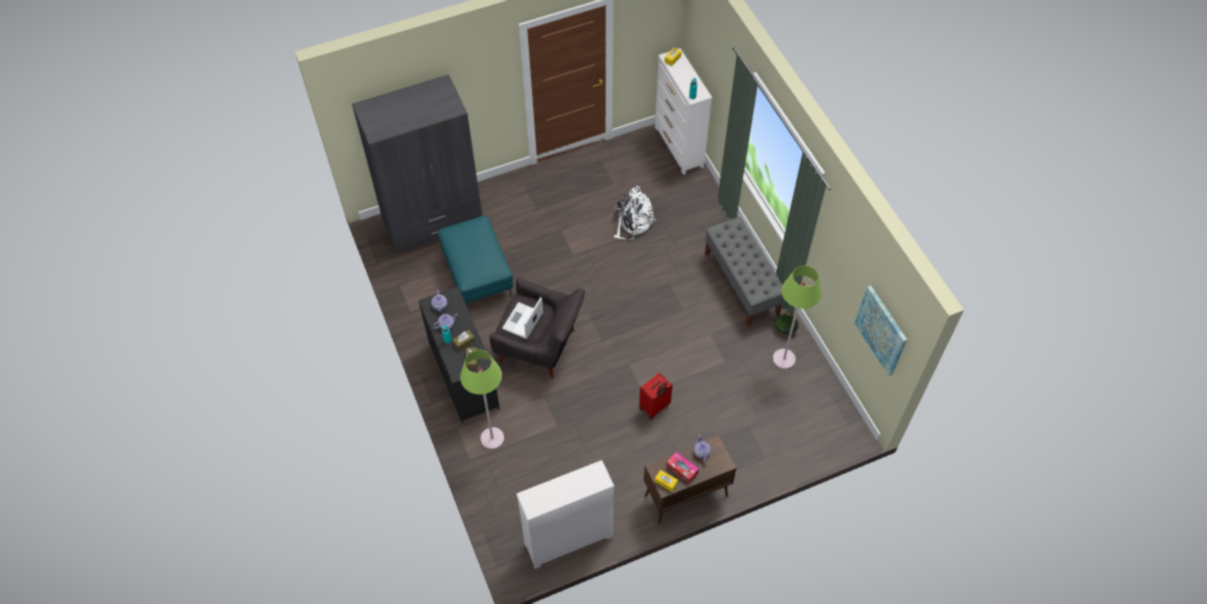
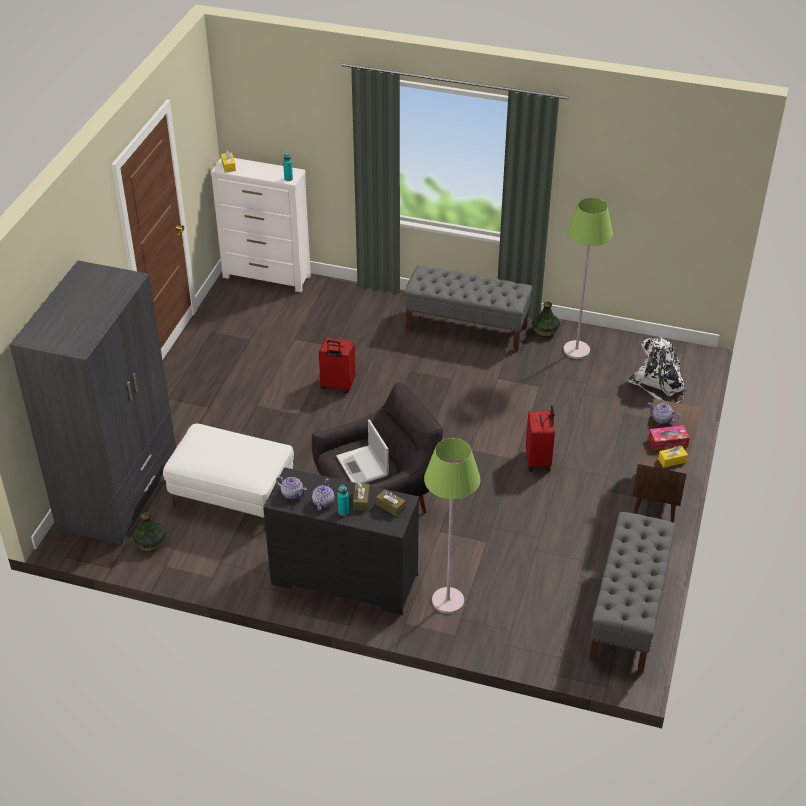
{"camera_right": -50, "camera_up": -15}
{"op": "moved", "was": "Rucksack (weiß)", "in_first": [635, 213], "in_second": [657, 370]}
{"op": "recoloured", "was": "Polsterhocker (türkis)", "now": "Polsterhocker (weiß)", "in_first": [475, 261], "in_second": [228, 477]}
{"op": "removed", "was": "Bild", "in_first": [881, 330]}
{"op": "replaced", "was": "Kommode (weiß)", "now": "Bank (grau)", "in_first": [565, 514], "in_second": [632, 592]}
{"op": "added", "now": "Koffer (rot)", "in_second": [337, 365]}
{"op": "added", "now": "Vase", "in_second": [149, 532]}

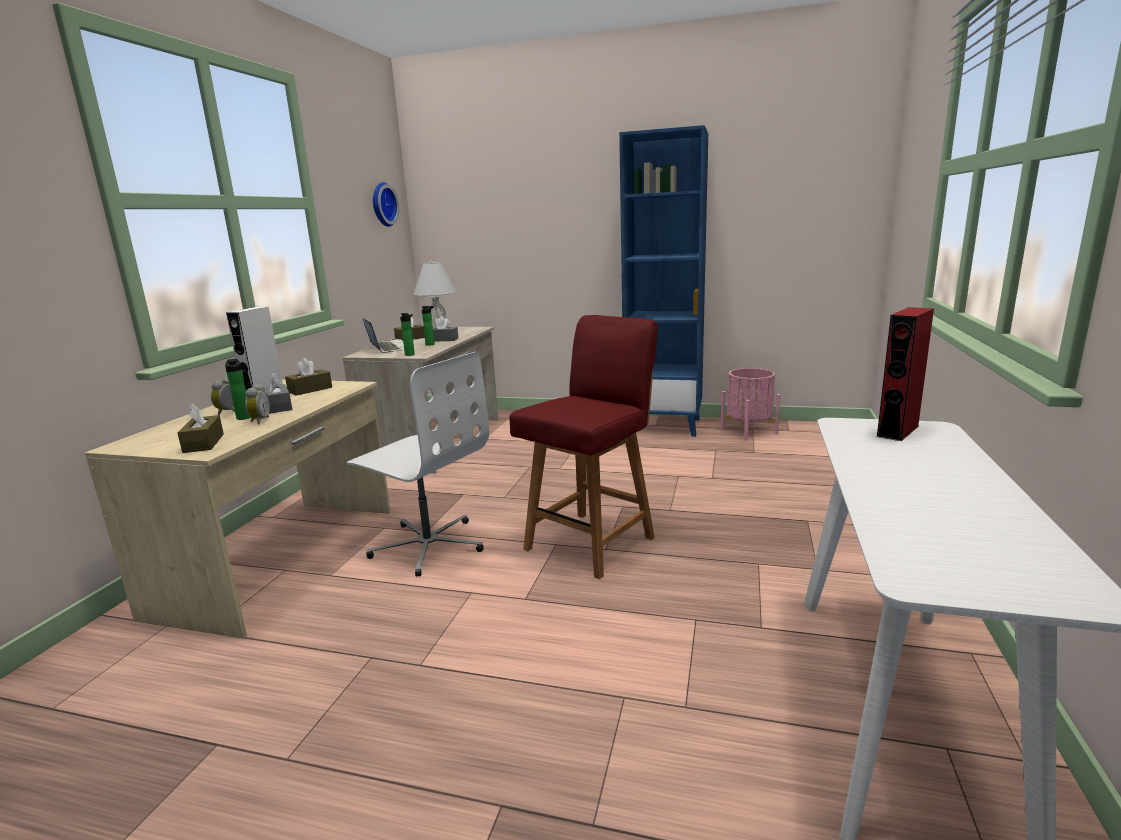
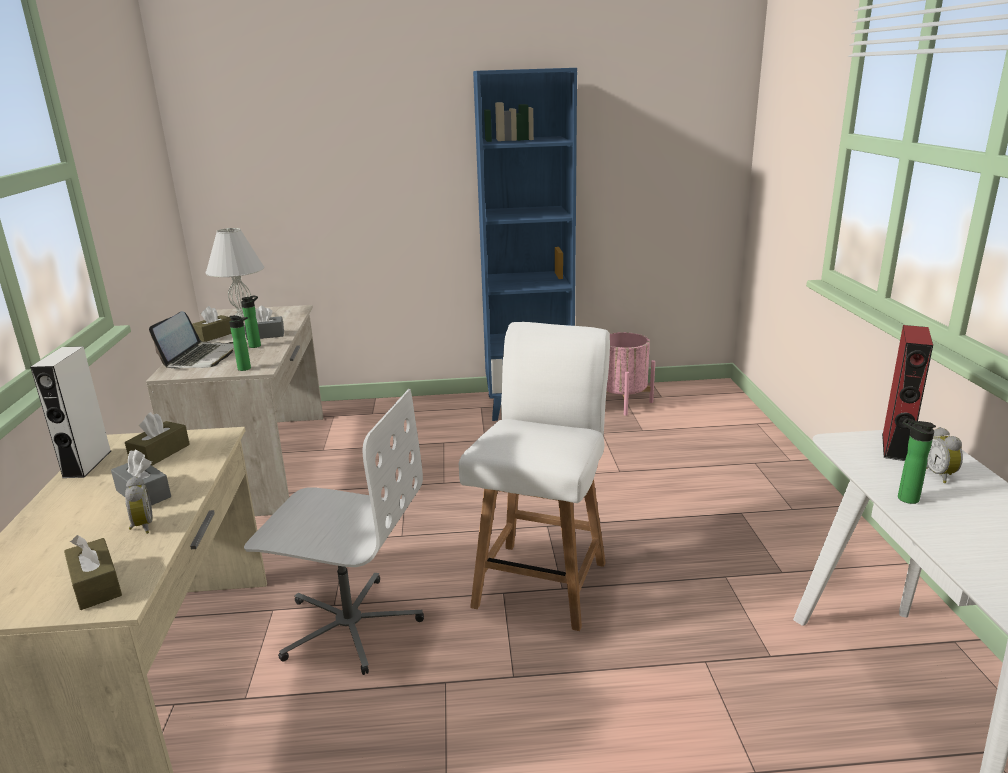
{"camera_right": -20, "camera_up": 5}
{"op": "removed", "was": "Wanduhr", "in_first": [386, 204]}
{"op": "recoloured", "was": "Stuhl (rot)", "now": "Stuhl (weiß)", "in_first": [583, 447], "in_second": [534, 476]}
{"op": "turned", "was": "Laptop", "in_first": [383, 335], "in_second": [191, 339], "clockwise": 60}
{"op": "moved", "was": "Flasche", "in_first": [237, 389], "in_second": [917, 461]}
{"op": "moved", "was": "Wecker", "in_first": [223, 396], "in_second": [944, 455]}

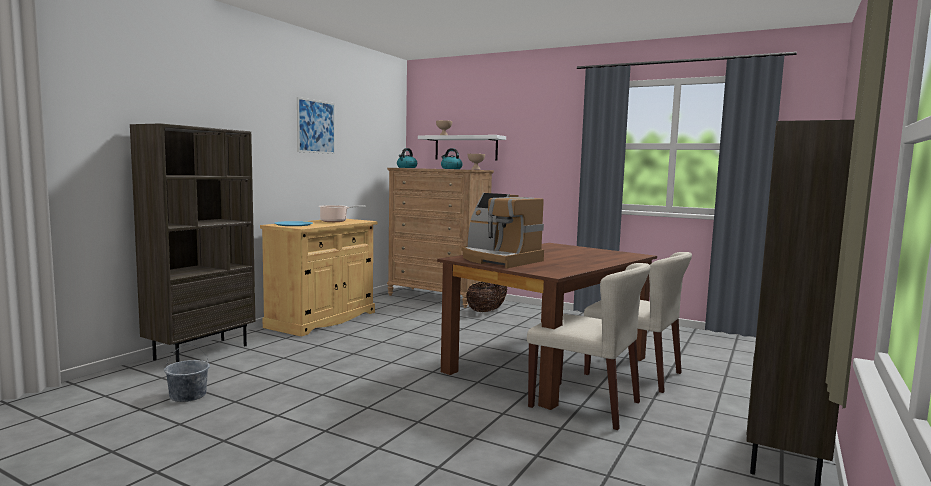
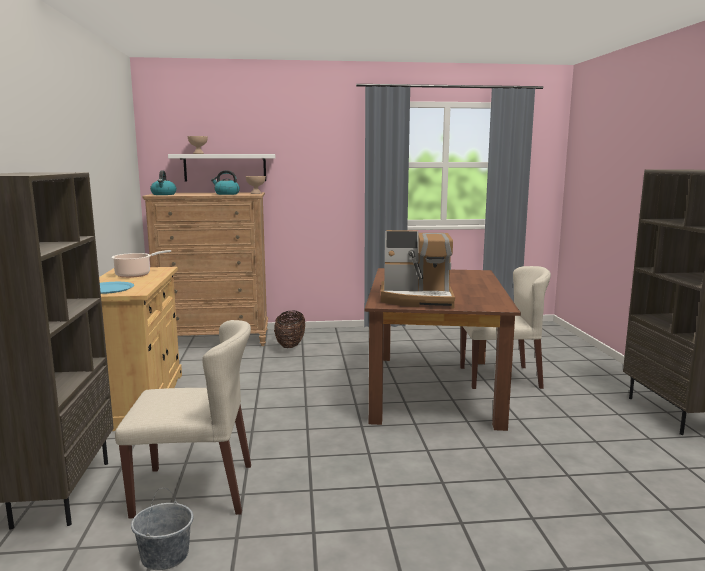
{"camera_right": -35, "camera_up": 5}
{"op": "removed", "was": "Bild", "in_first": [316, 125]}
{"op": "moved", "was": "Stuhl (beige)", "in_first": [589, 346], "in_second": [183, 419]}

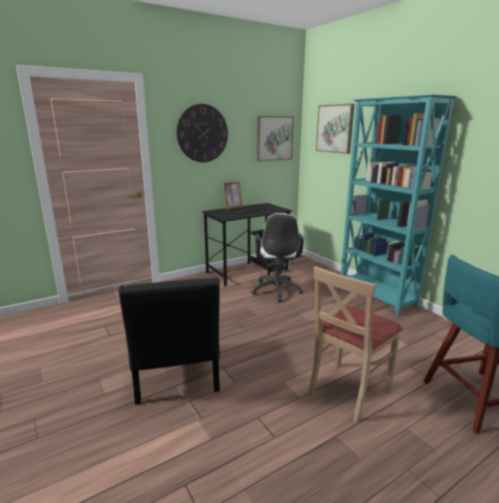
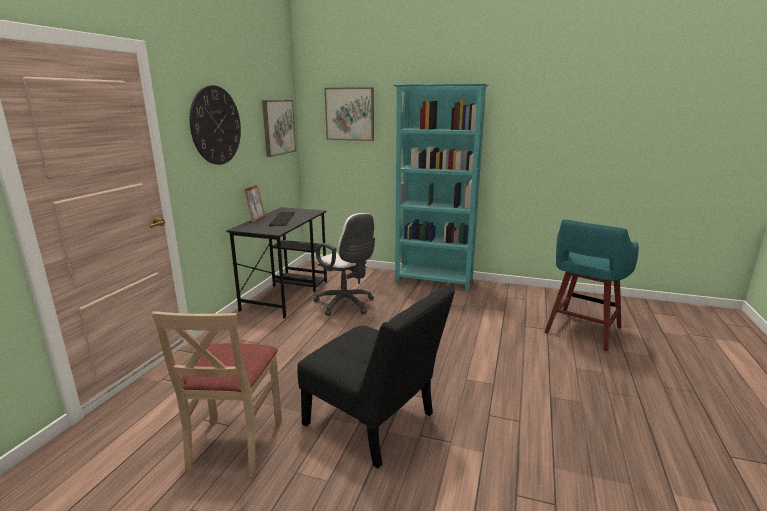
{"camera_right": -40, "camera_up": 0}
{"op": "moved", "was": "Stuhl (beige)", "in_first": [355, 344], "in_second": [217, 394]}

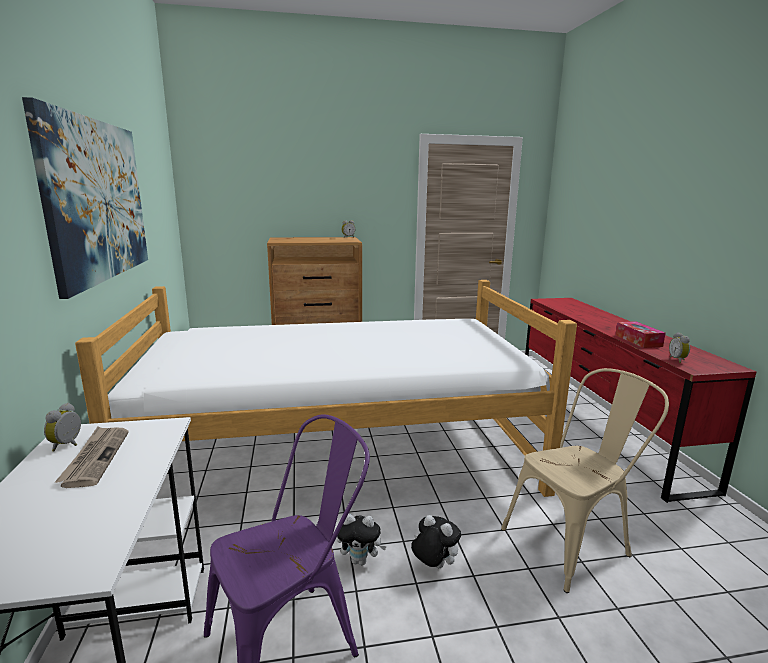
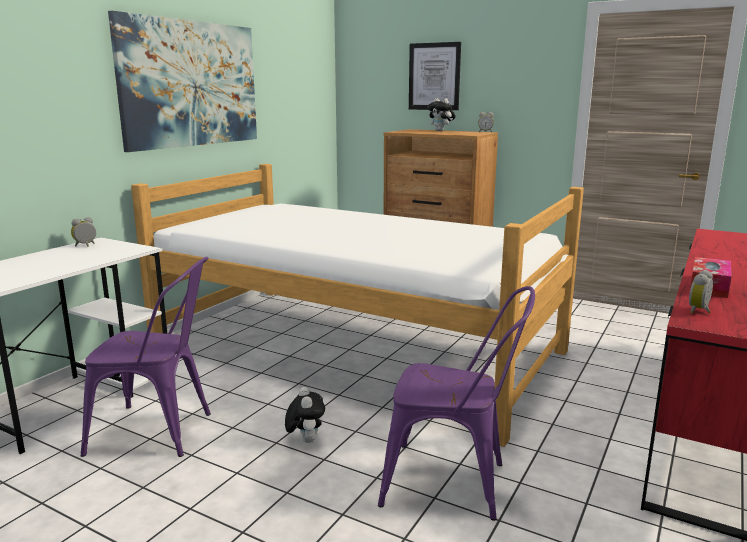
{"camera_right": 40, "camera_up": 0}
{"op": "recoloured", "was": "Stuhl (beige)", "now": "Stuhl (lila)", "in_first": [585, 480], "in_second": [456, 403]}
{"op": "removed", "was": "Zeitung", "in_first": [92, 457]}
{"op": "moved", "was": "Plüschtier", "in_first": [362, 539], "in_second": [441, 114]}
{"op": "added", "now": "Bild", "in_second": [435, 76]}

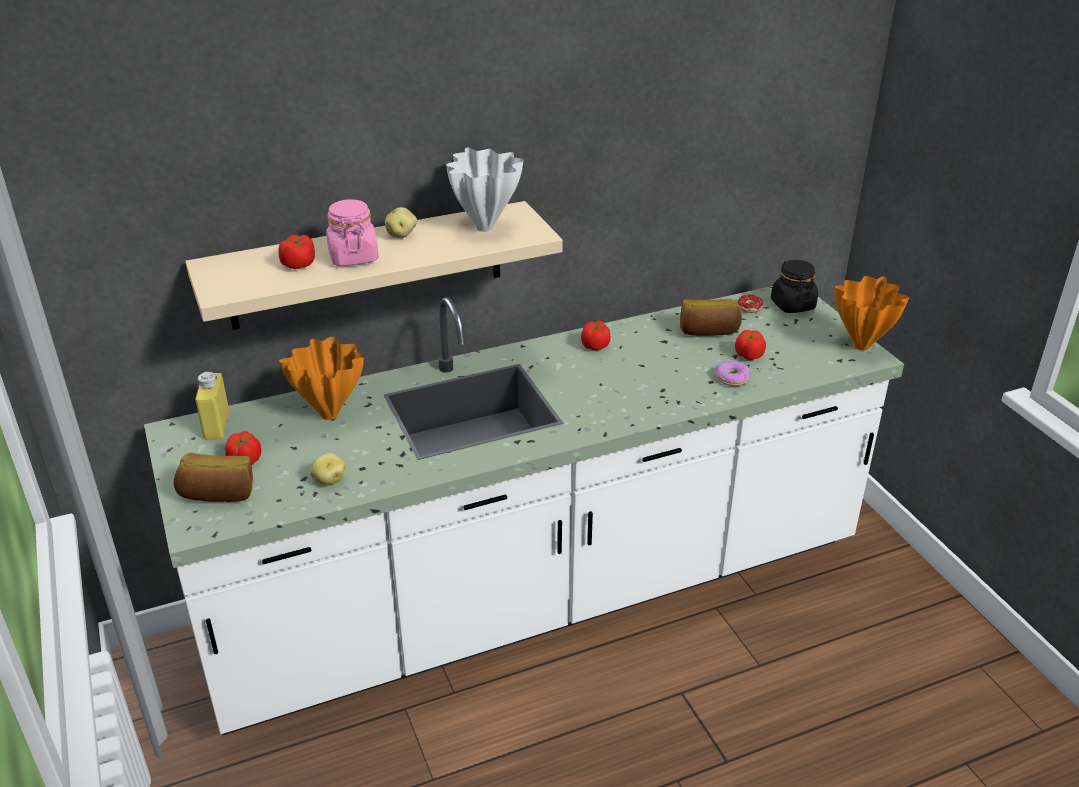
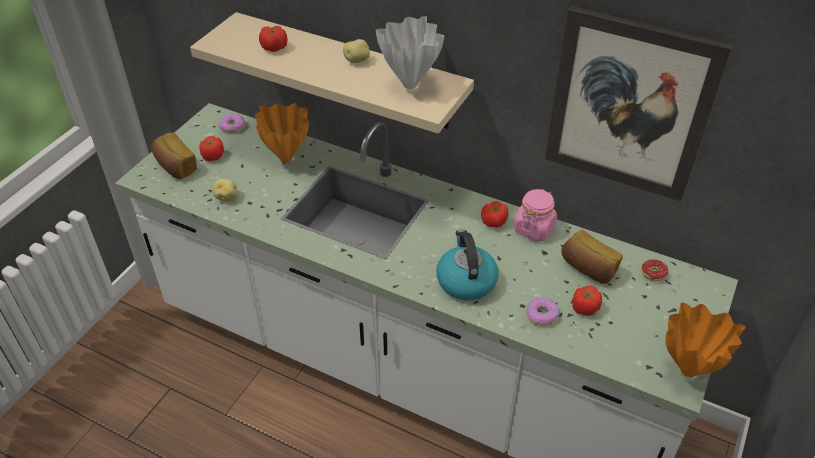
{"camera_right": 50, "camera_up": 10}
{"op": "moved", "was": "Vorratsglas (rosa)", "in_first": [352, 232], "in_second": [535, 215]}
{"op": "removed", "was": "Vorratsglas (schwarz)", "in_first": [794, 286]}
{"op": "replaced", "was": "Flasche (gelb)", "now": "Donut", "in_first": [212, 406], "in_second": [231, 123]}
{"op": "added", "now": "Bild", "in_second": [639, 103]}
{"op": "added", "now": "Wasserkessel", "in_second": [467, 265]}

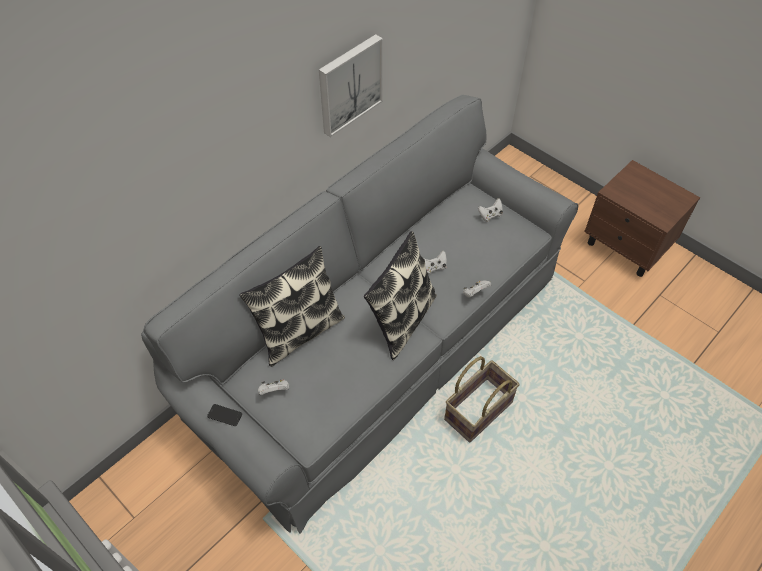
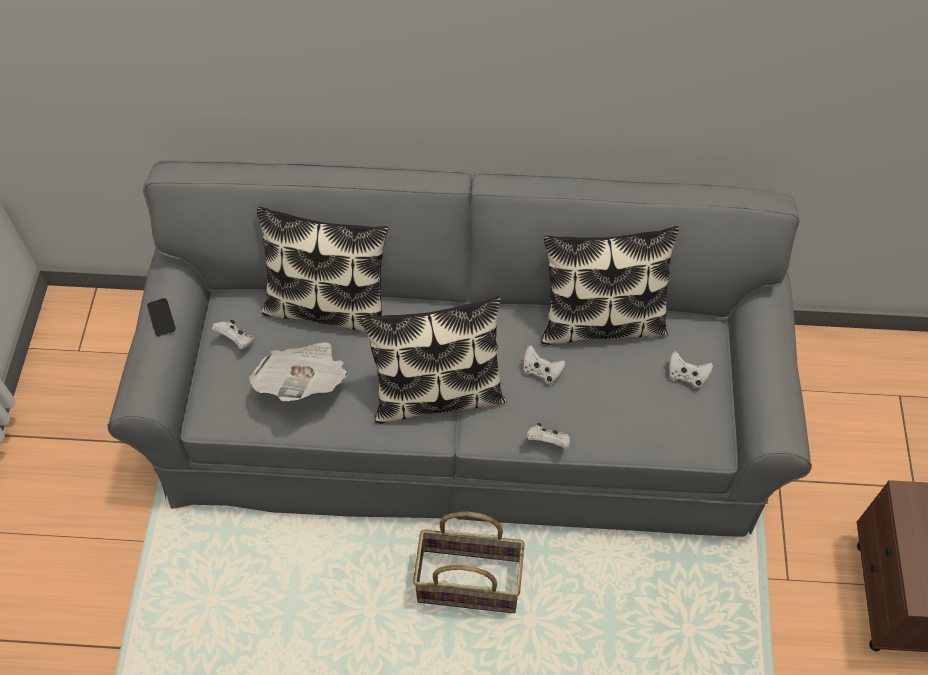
{"camera_right": 50, "camera_up": 5}
{"op": "removed", "was": "Bild", "in_first": [351, 85]}
{"op": "added", "now": "Kissen", "in_second": [610, 286]}
{"op": "added", "now": "Zeitung", "in_second": [298, 371]}

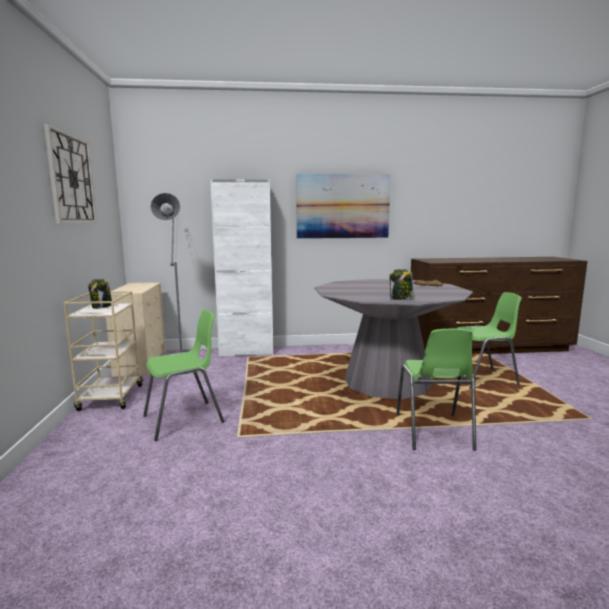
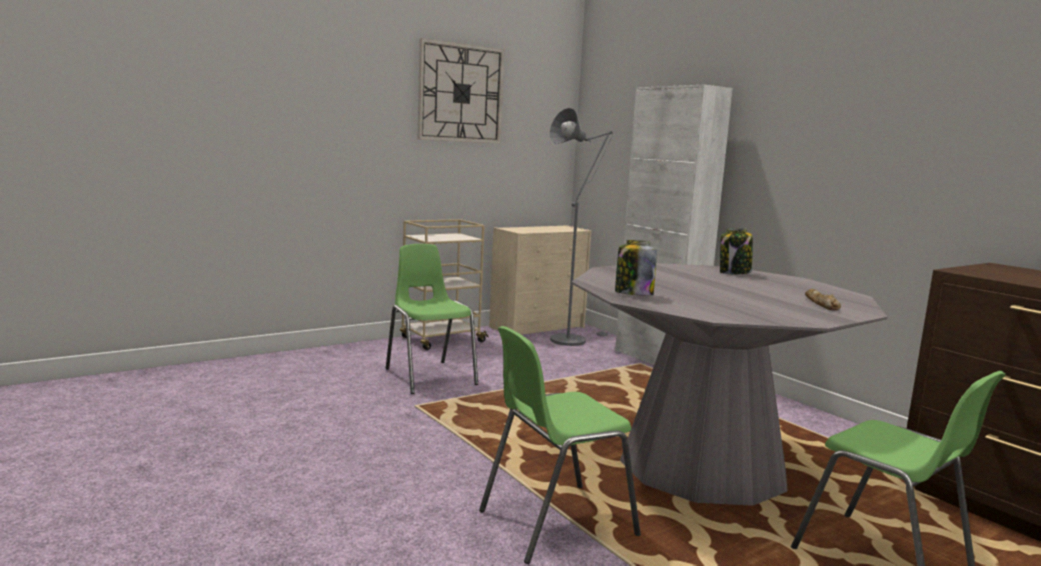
{"camera_right": 60, "camera_up": 0}
{"op": "removed", "was": "Bild", "in_first": [343, 206]}
{"op": "moved", "was": "Vorratsglas", "in_first": [100, 294], "in_second": [736, 251]}
{"op": "turned", "was": "Stuhl (grün)", "in_first": [184, 375], "in_second": [432, 319], "clockwise": -150}

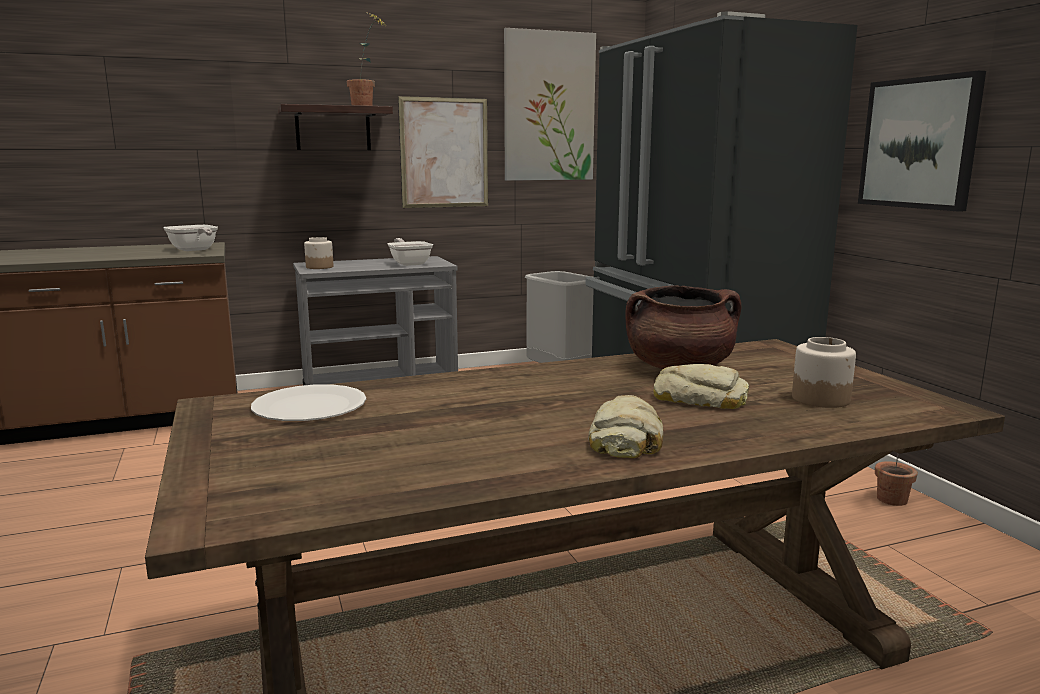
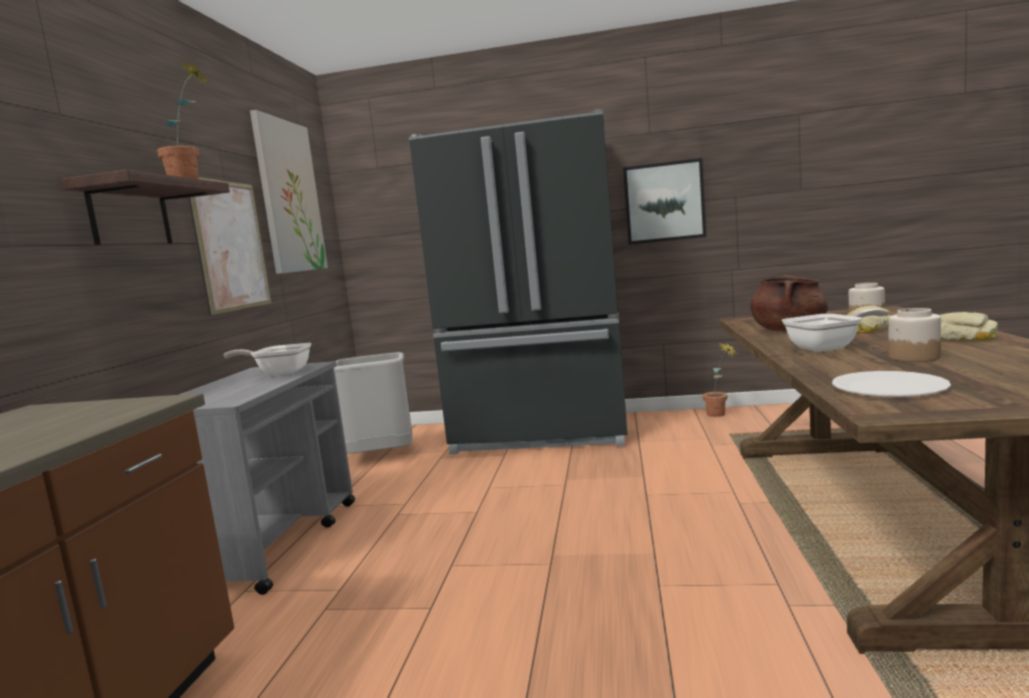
{"camera_right": -60, "camera_up": -5}
{"op": "moved", "was": "Pfanne", "in_first": [190, 238], "in_second": [834, 330]}
{"op": "moved", "was": "Vorratsglas", "in_first": [319, 253], "in_second": [914, 335]}

